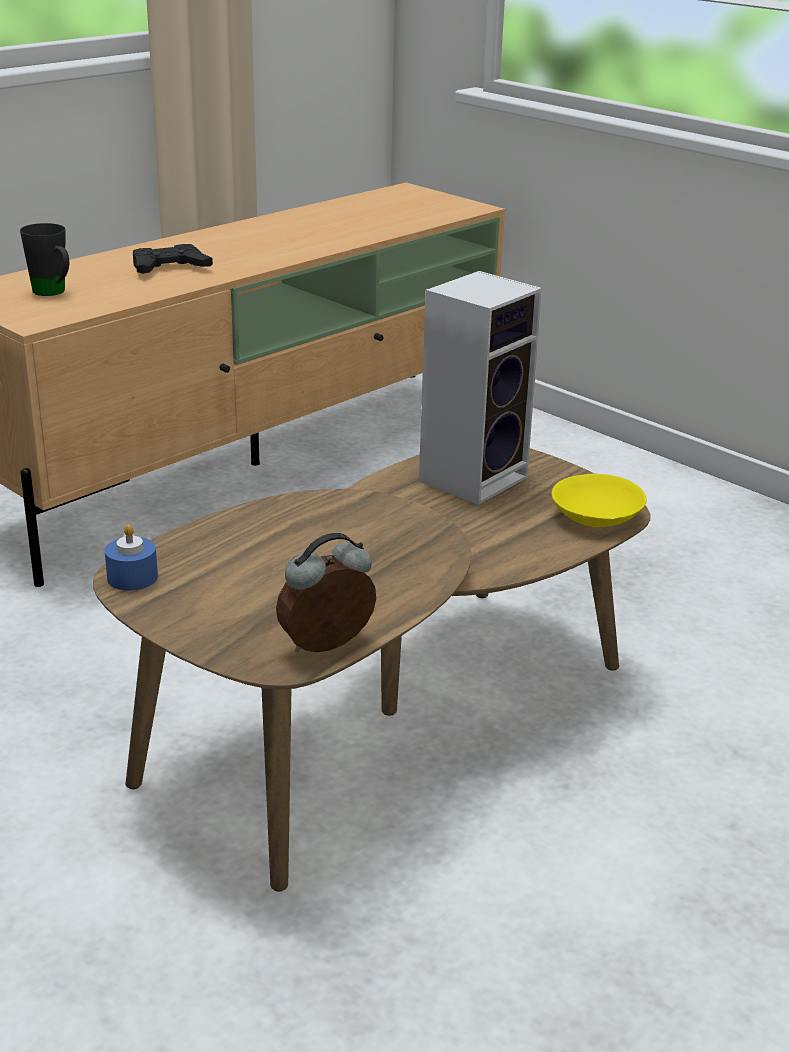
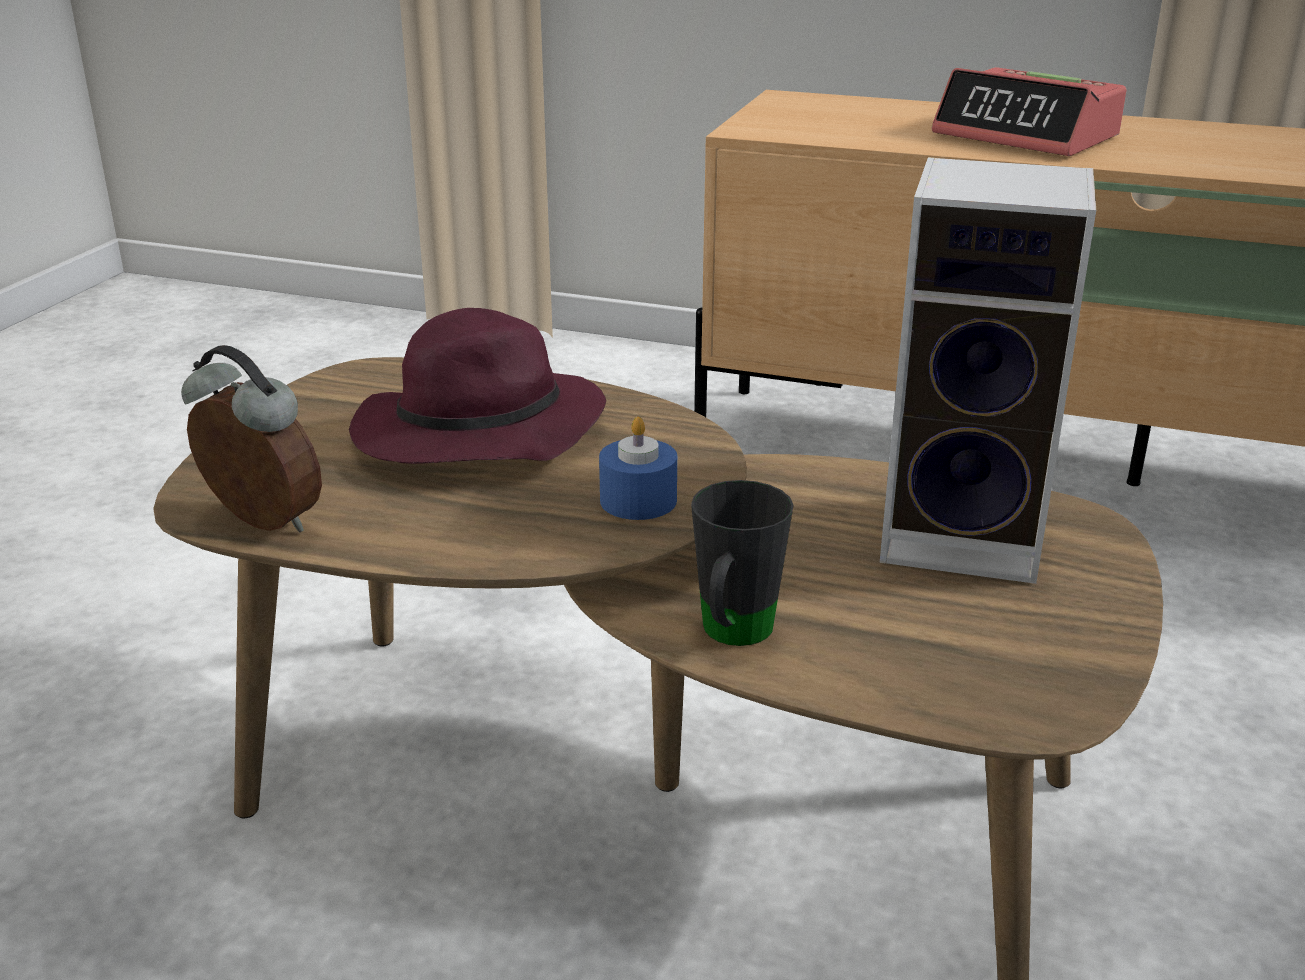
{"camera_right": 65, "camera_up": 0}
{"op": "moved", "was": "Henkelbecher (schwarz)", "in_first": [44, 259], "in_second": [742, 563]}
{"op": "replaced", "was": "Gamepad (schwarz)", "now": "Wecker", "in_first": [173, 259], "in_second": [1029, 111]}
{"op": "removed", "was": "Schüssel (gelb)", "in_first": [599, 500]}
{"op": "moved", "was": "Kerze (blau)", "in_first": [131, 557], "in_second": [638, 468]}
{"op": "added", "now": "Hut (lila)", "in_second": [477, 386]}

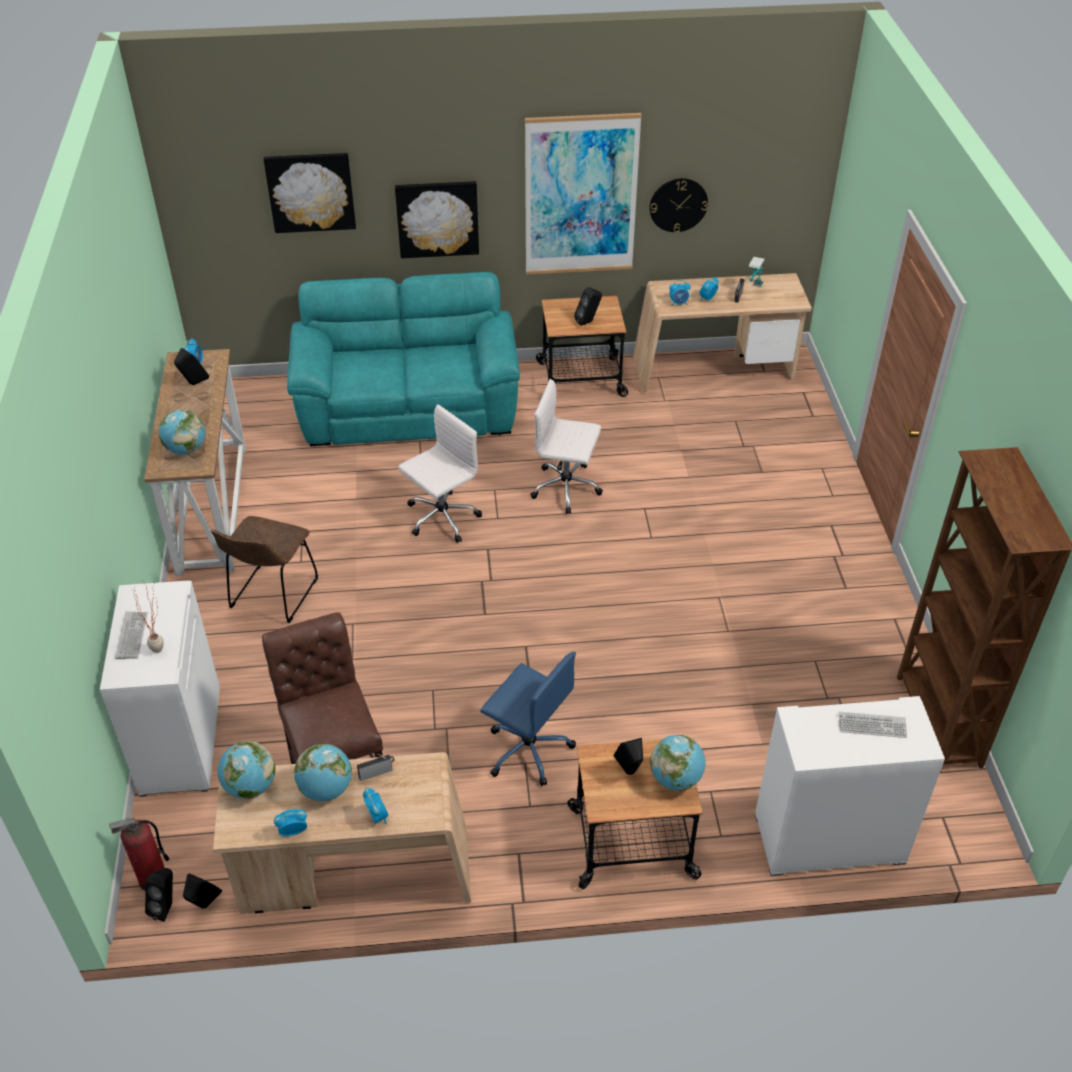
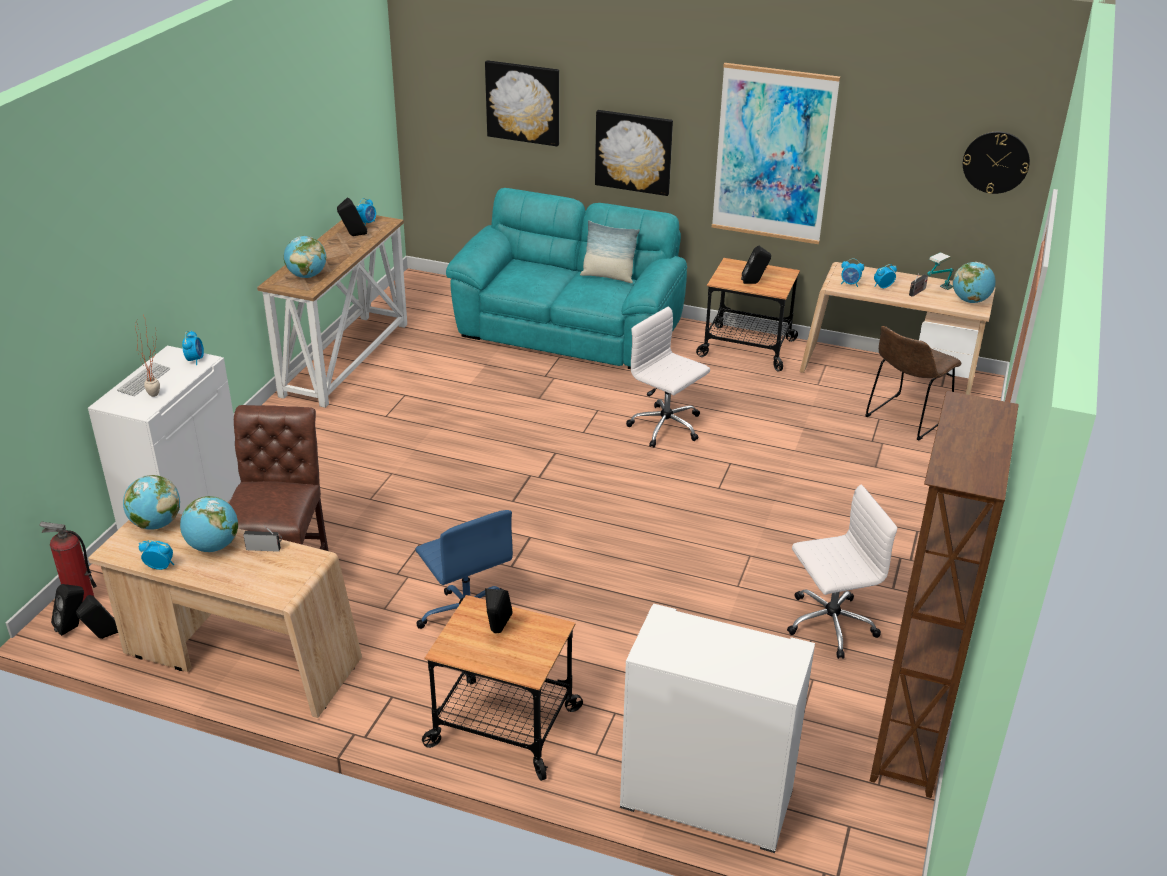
{"camera_right": 25, "camera_up": -10}
{"op": "moved", "was": "Wanduhr", "in_first": [678, 205], "in_second": [996, 163]}
{"op": "moved", "was": "Bürostuhl (weiß)", "in_first": [440, 473], "in_second": [842, 571]}
{"op": "moved", "was": "Stuhl (braun)", "in_first": [264, 569], "in_second": [913, 383]}
{"op": "removed", "was": "Tastatur", "in_first": [873, 725]}
{"op": "moved", "was": "Globus", "in_first": [677, 763], "in_second": [974, 282]}
{"op": "moved", "was": "Wecker", "in_first": [376, 806], "in_second": [193, 347]}
{"op": "added", "now": "Kissen", "in_second": [610, 251]}

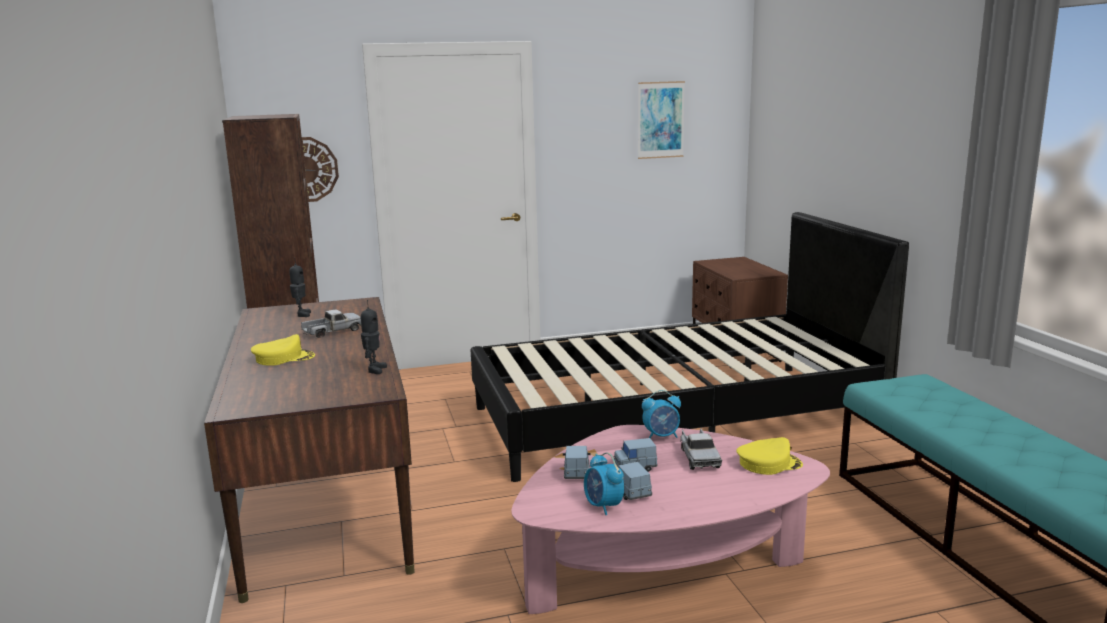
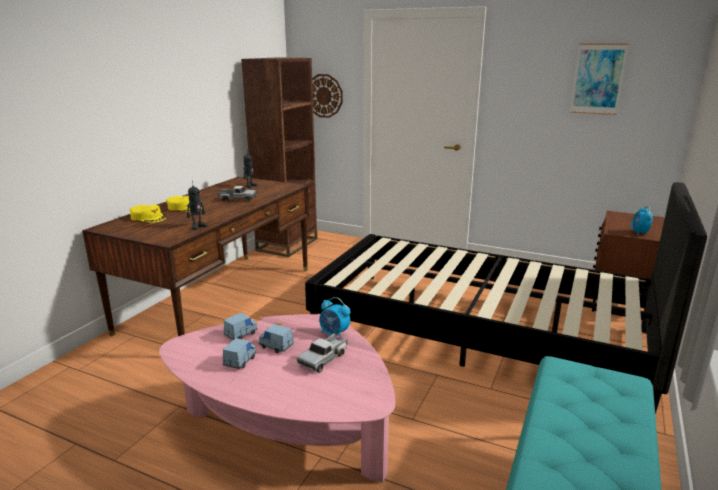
{"camera_right": 40, "camera_up": 5}
{"op": "moved", "was": "Kappe (gelb)", "in_first": [770, 456], "in_second": [148, 214]}
{"op": "moved", "was": "Wecker", "in_first": [604, 483], "in_second": [642, 221]}

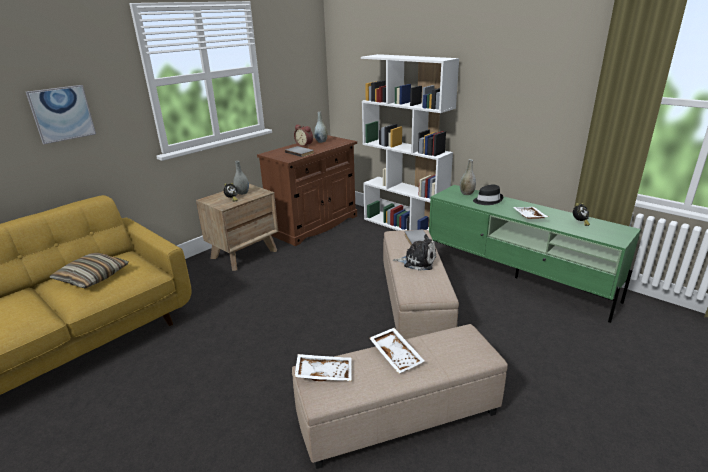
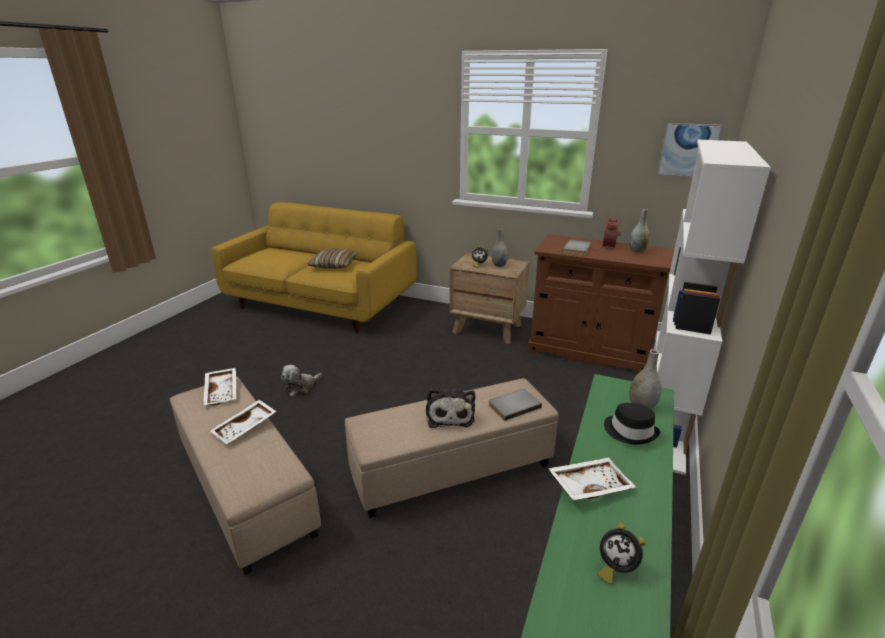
{"camera_right": 70, "camera_up": 0}
{"op": "moved", "was": "Bild", "in_first": [61, 114], "in_second": [690, 150]}
{"op": "added", "now": "Plüschtier", "in_second": [301, 381]}

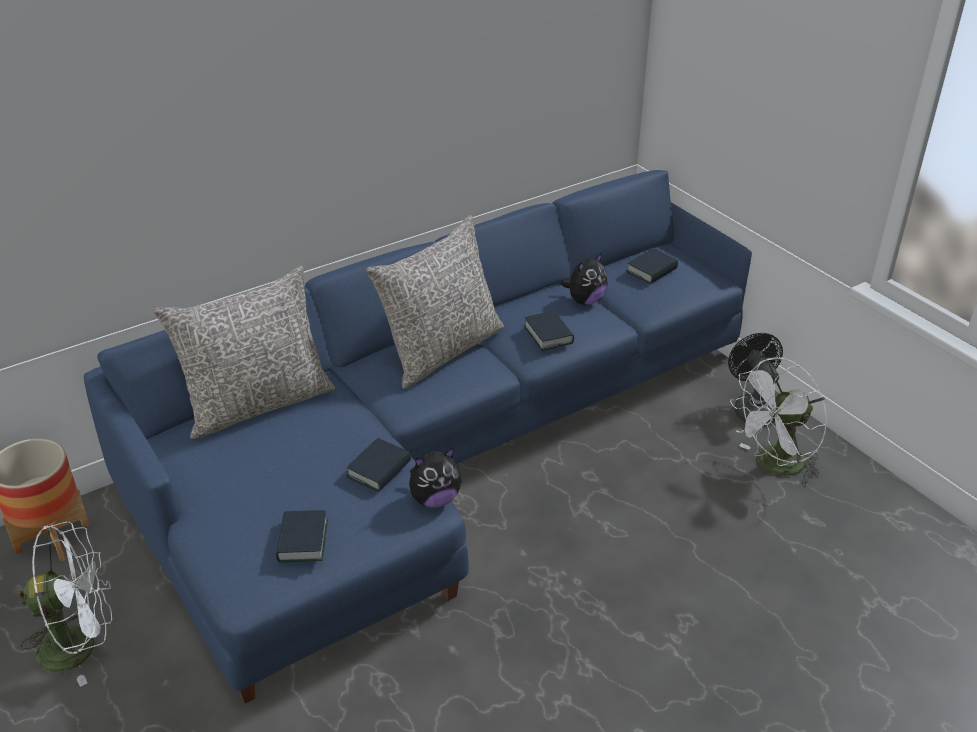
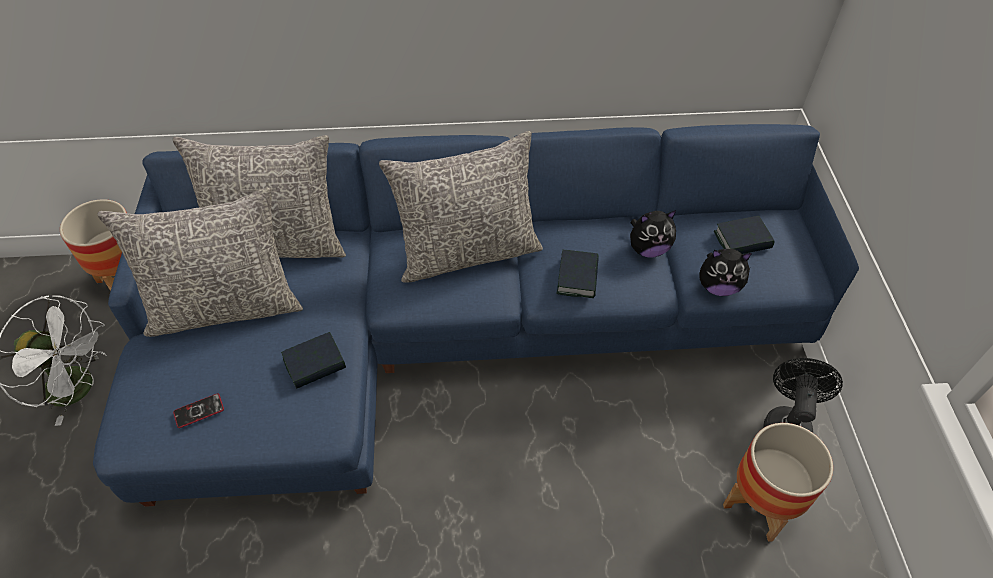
{"camera_right": 30, "camera_up": 15}
{"op": "replaced", "was": "Ventilator (weiß)", "now": "Pflanzkübel", "in_first": [778, 421], "in_second": [778, 482]}
{"op": "moved", "was": "Plüschtier", "in_first": [435, 477], "in_second": [726, 272]}
{"op": "replaced", "was": "Buch", "now": "Handy", "in_first": [302, 536], "in_second": [198, 410]}
{"op": "added", "now": "Kissen (grau)", "in_second": [200, 262]}

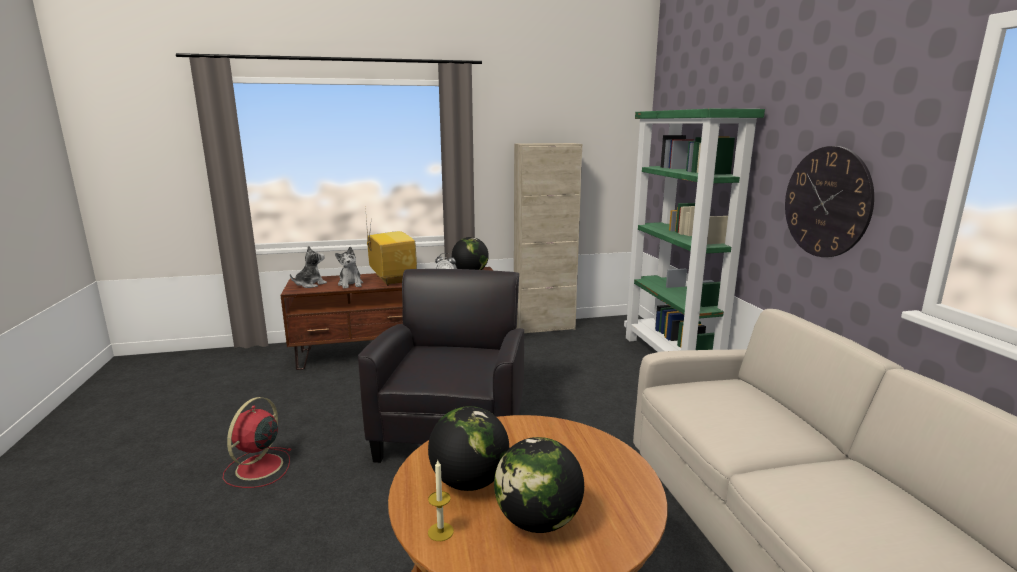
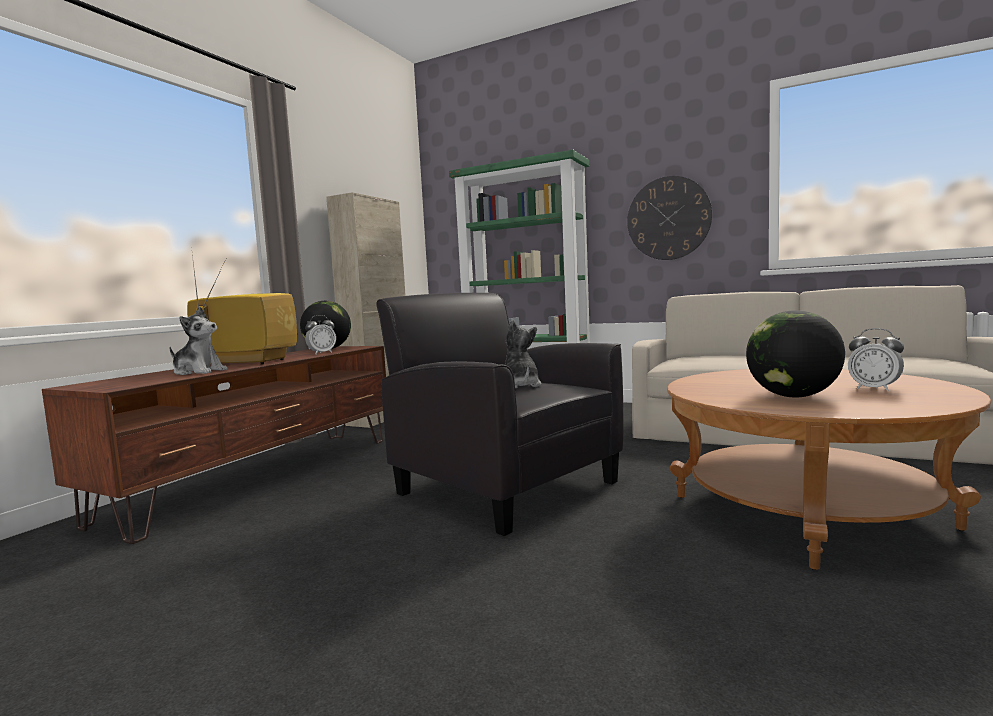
{"camera_right": -50, "camera_up": -10}
{"op": "moved", "was": "Plüschtier", "in_first": [308, 266], "in_second": [523, 354]}
{"op": "removed", "was": "Ventilator (rot)", "in_first": [257, 442]}
{"op": "replaced", "was": "Globus", "now": "Wecker", "in_first": [539, 485], "in_second": [876, 360]}
{"op": "removed", "was": "Kerze", "in_first": [441, 500]}

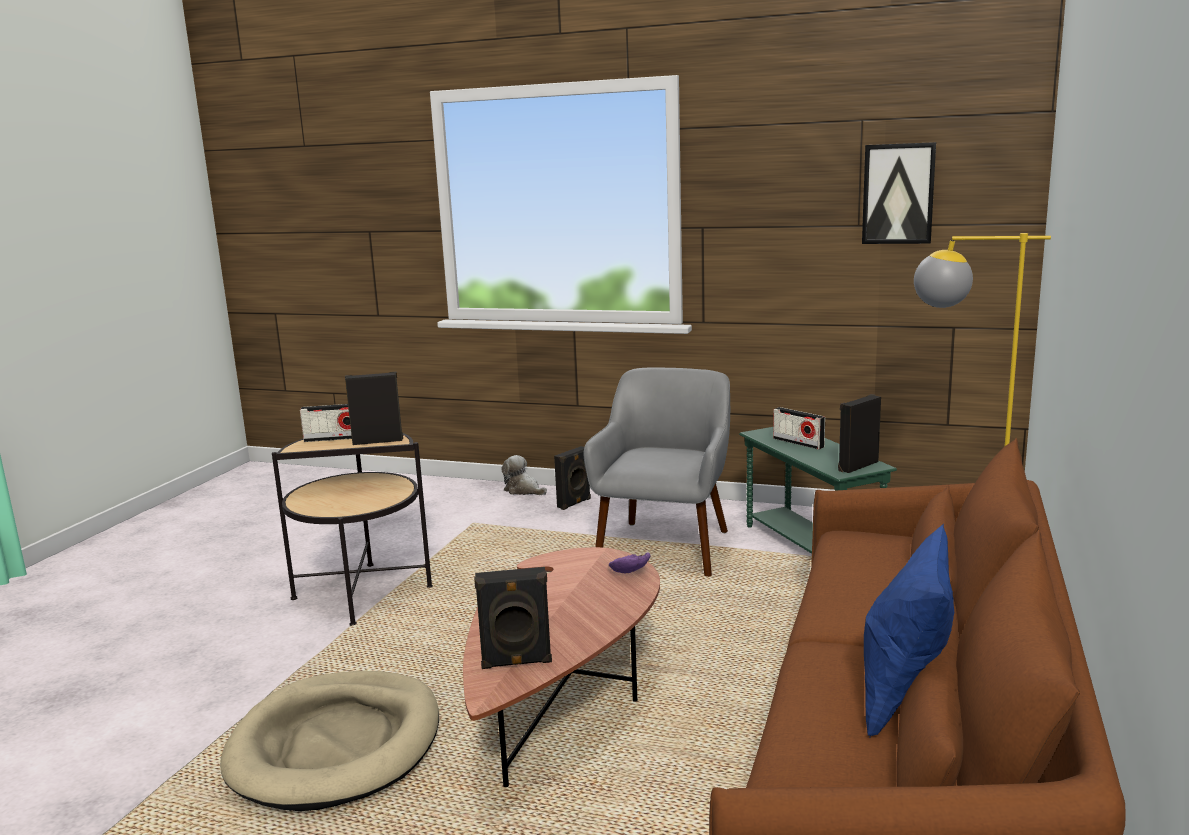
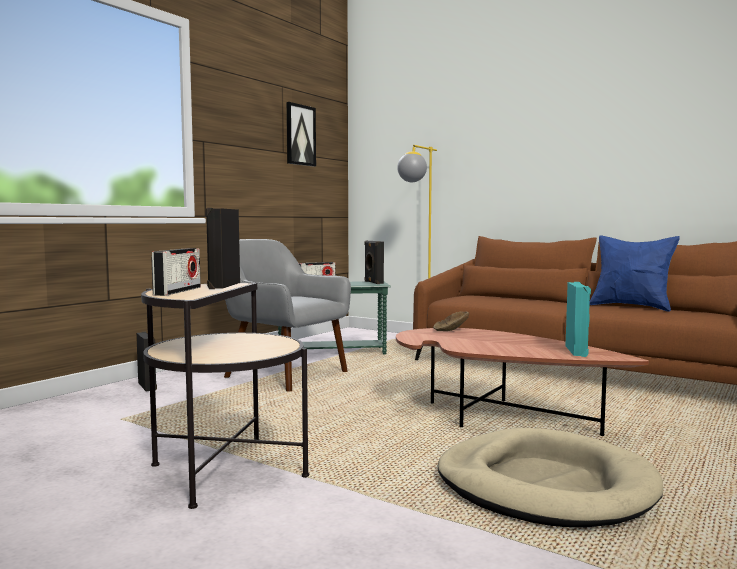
{"camera_right": -75, "camera_up": -10}
{"op": "removed", "was": "Plüschtier", "in_first": [524, 475]}
{"op": "recoloured", "was": "Schüssel (lila)", "now": "Schüssel (braun)", "in_first": [630, 562], "in_second": [451, 321]}
{"op": "recoloured", "was": "Lautsprecher (schwarz)", "now": "Lautsprecher (türkis)", "in_first": [513, 618], "in_second": [578, 319]}

